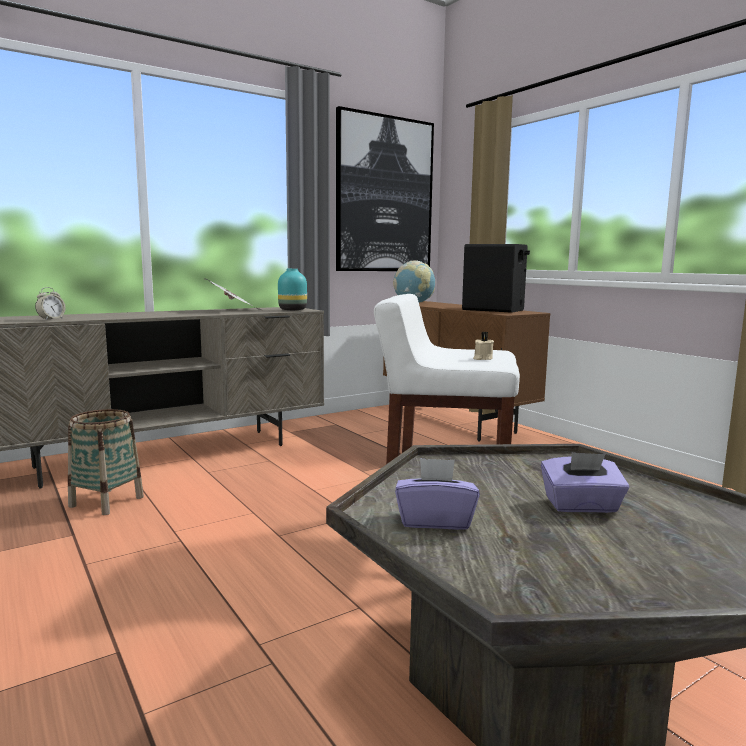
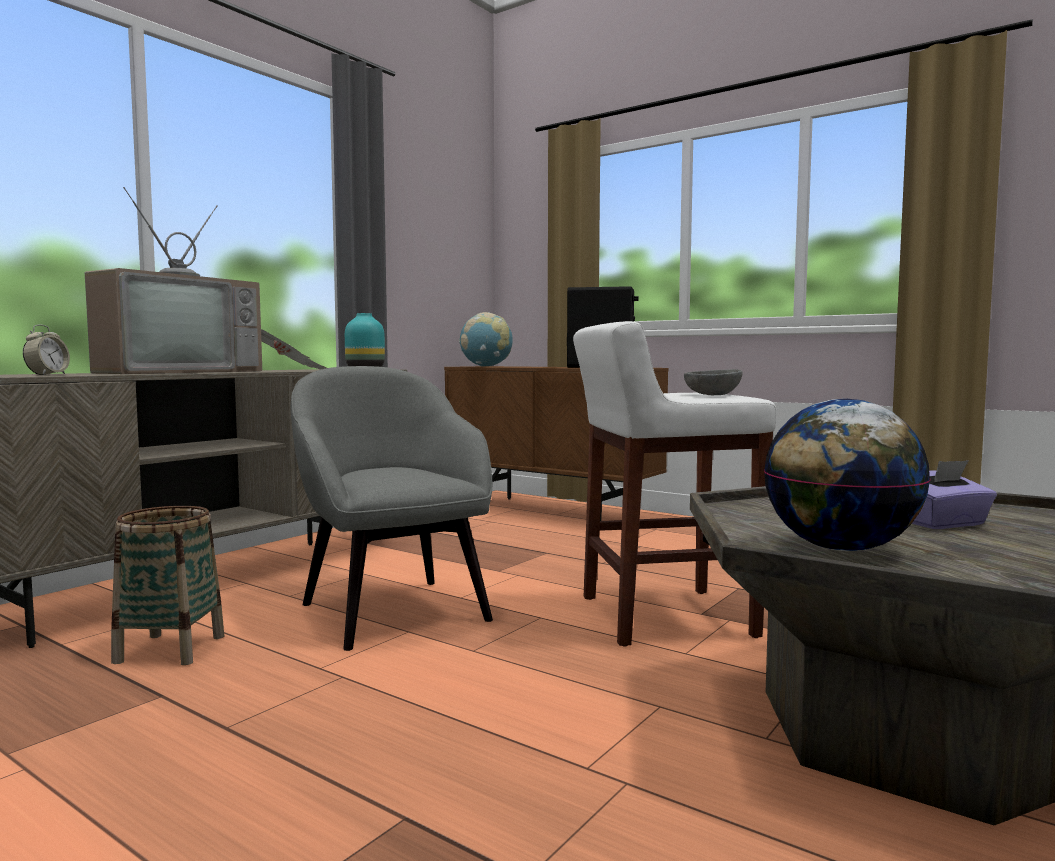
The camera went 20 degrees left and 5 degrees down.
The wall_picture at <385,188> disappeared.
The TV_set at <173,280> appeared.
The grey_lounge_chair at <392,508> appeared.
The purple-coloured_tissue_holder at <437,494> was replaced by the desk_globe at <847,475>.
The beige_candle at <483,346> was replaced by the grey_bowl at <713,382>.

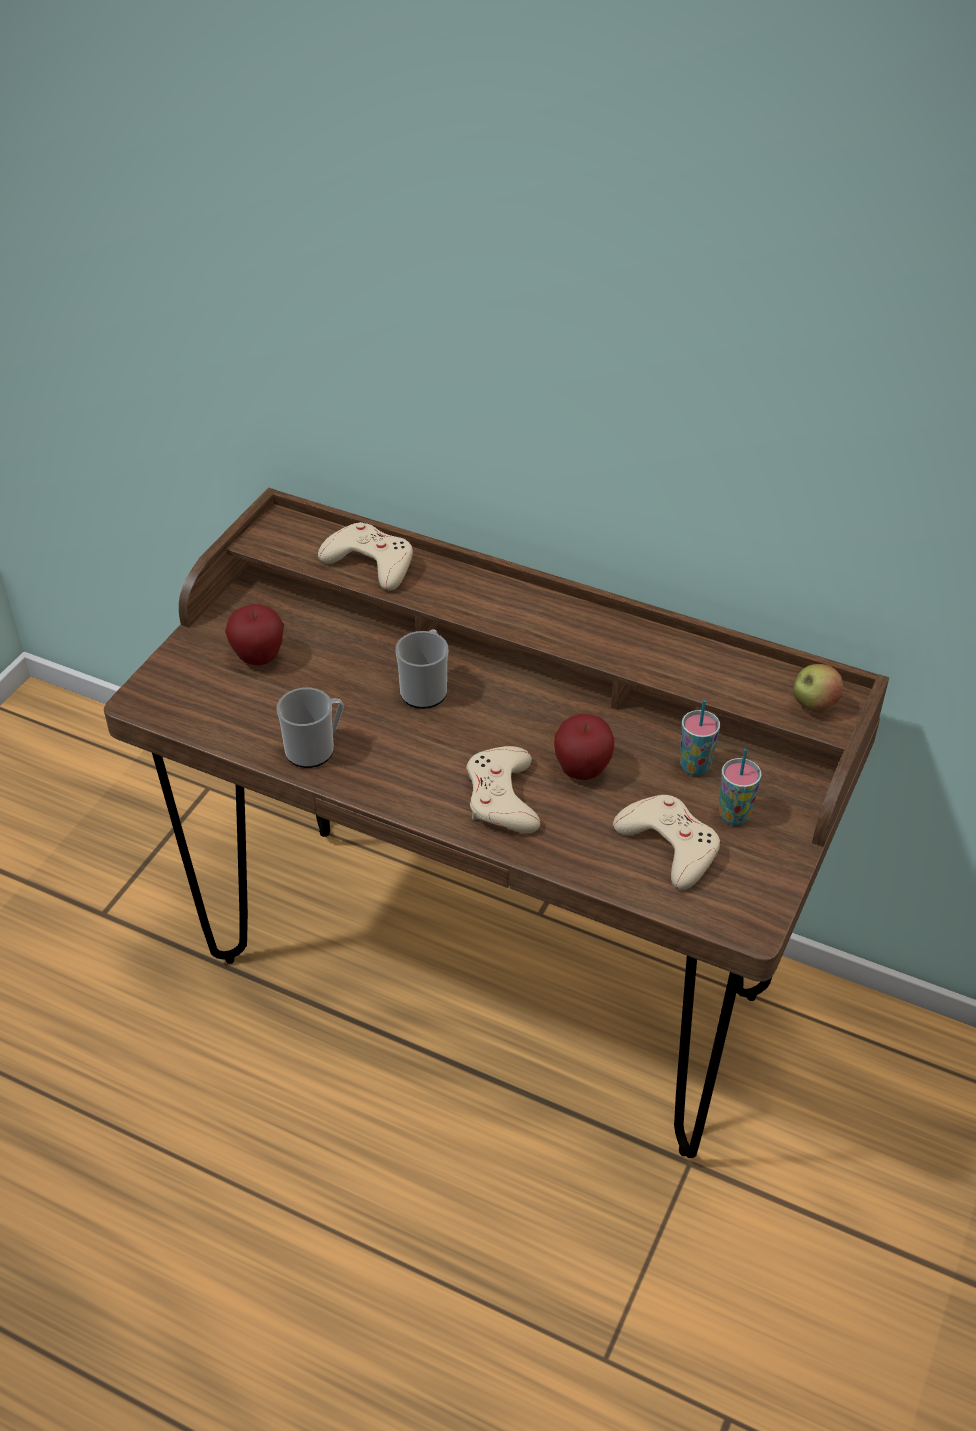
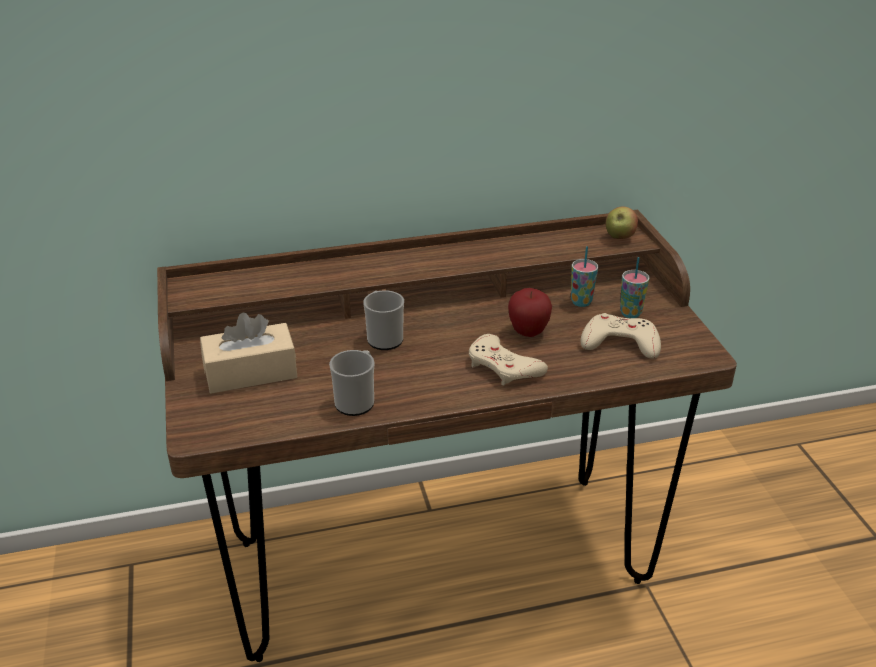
The camera went 40 degrees left and 10 degrees down.
The beige_game_controller at <365,556> disappeared.
The apple at <254,634> was replaced by the beige_tissue_holder at <248,353>.

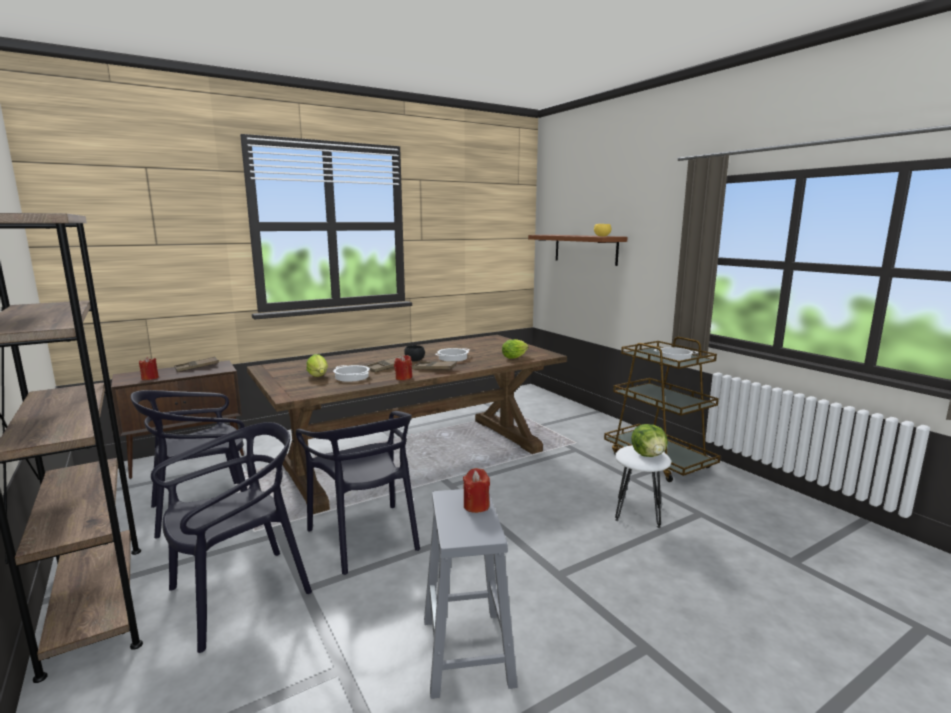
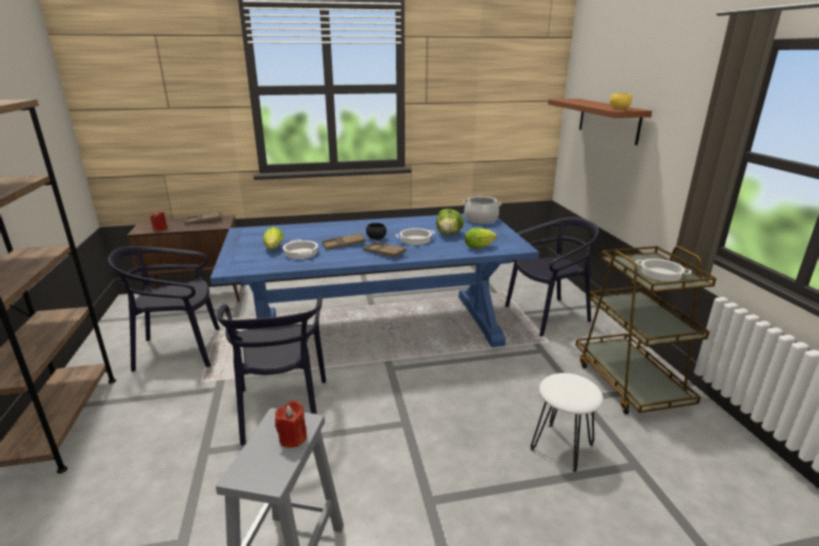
The camera went 20 degrees right and 10 degrees up.
The reddish_candle at <403,367> disappeared.
The stockpot at <482,210> appeared.
The black-coloured_upright_chair moved from <231,537> to <552,276>.
The lettuce_head moved from <649,440> to <450,222>.
The brownish_dining_table at <407,424> became the bluish_dining_table at <374,294>.

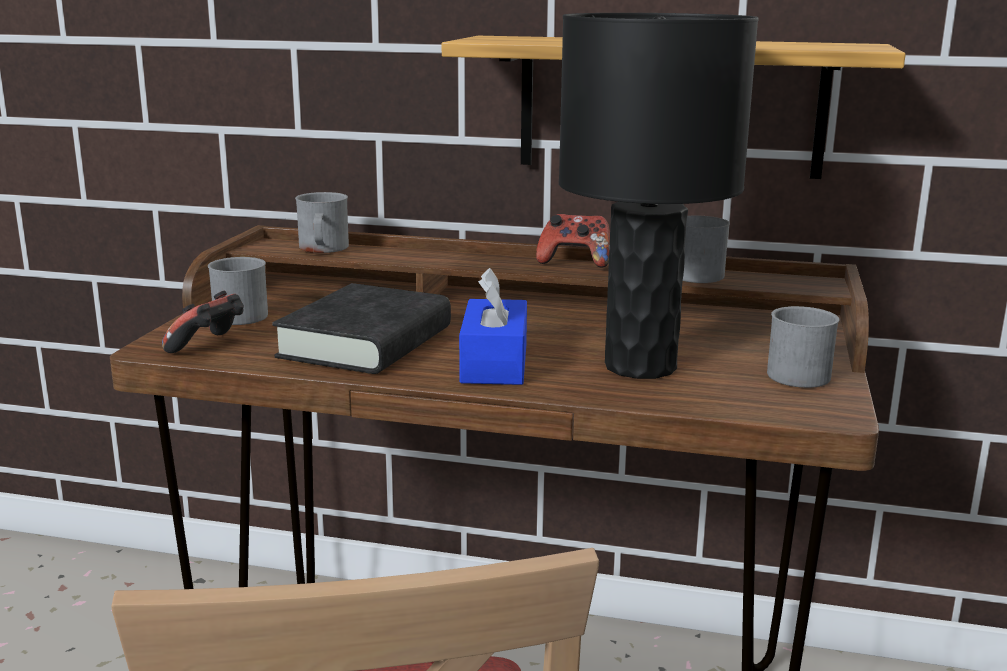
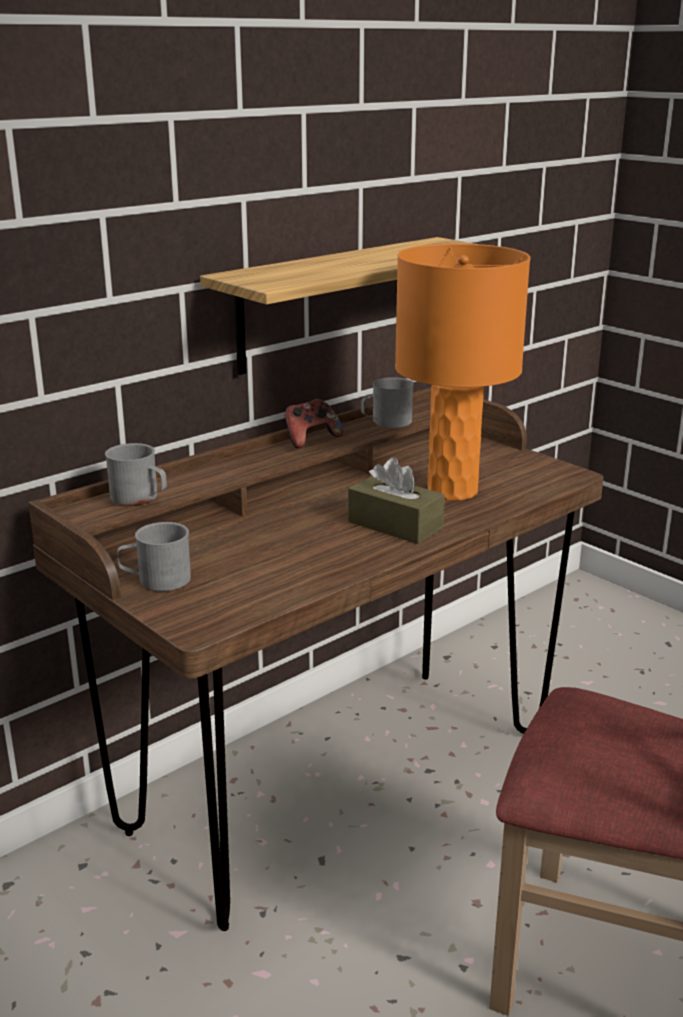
The camera went 55 degrees left and 5 degrees up.
The game_controller at <203,322> disappeared.
The black-coloured_volume at <361,328> disappeared.
The grey_tea_mug at <803,347> disappeared.
The bluish_tissue_holder at <493,326> became the brownish_tissue_holder at <396,500>.
The black-coloured_tabletop_lamp at <659,196> became the orangey_tabletop_lamp at <462,372>.

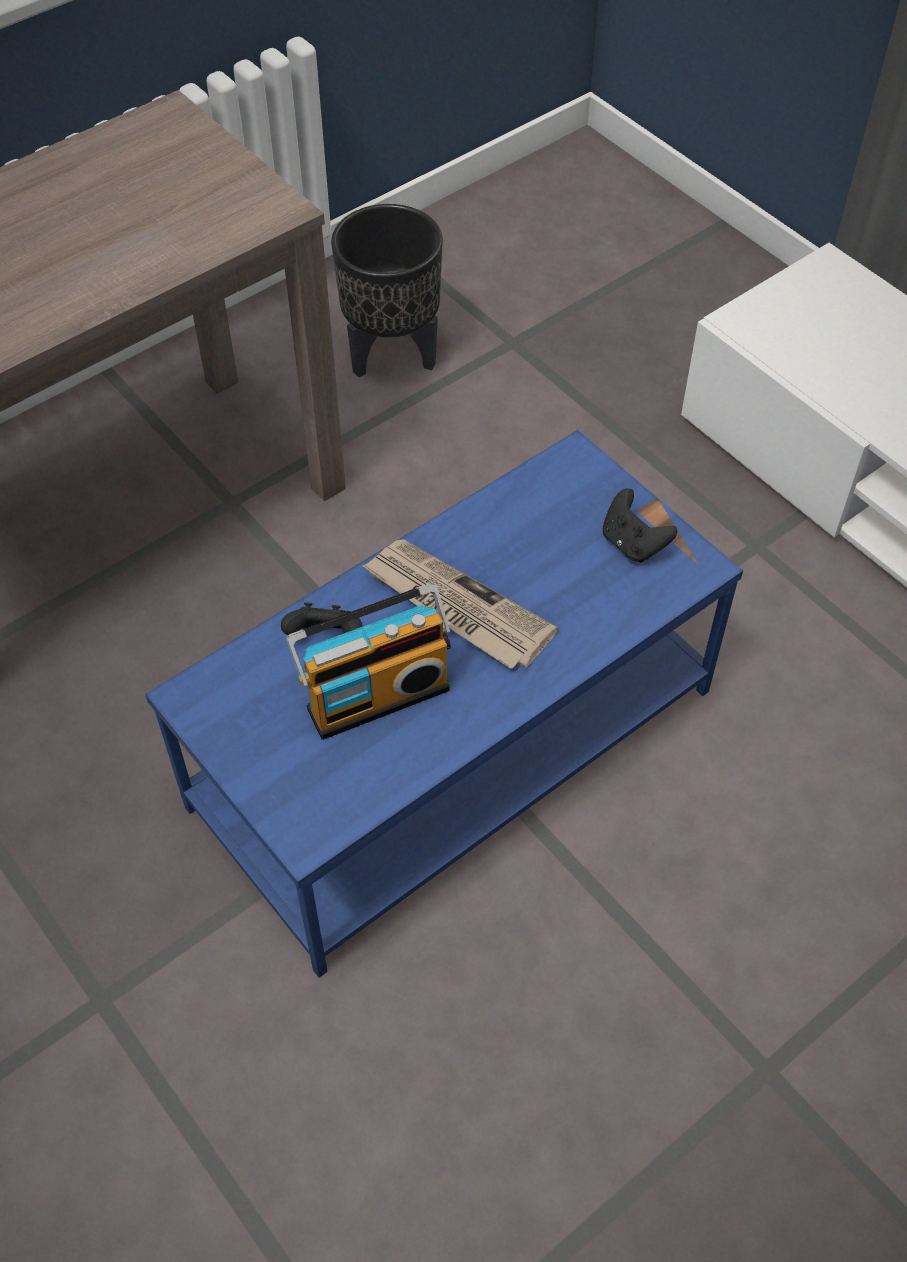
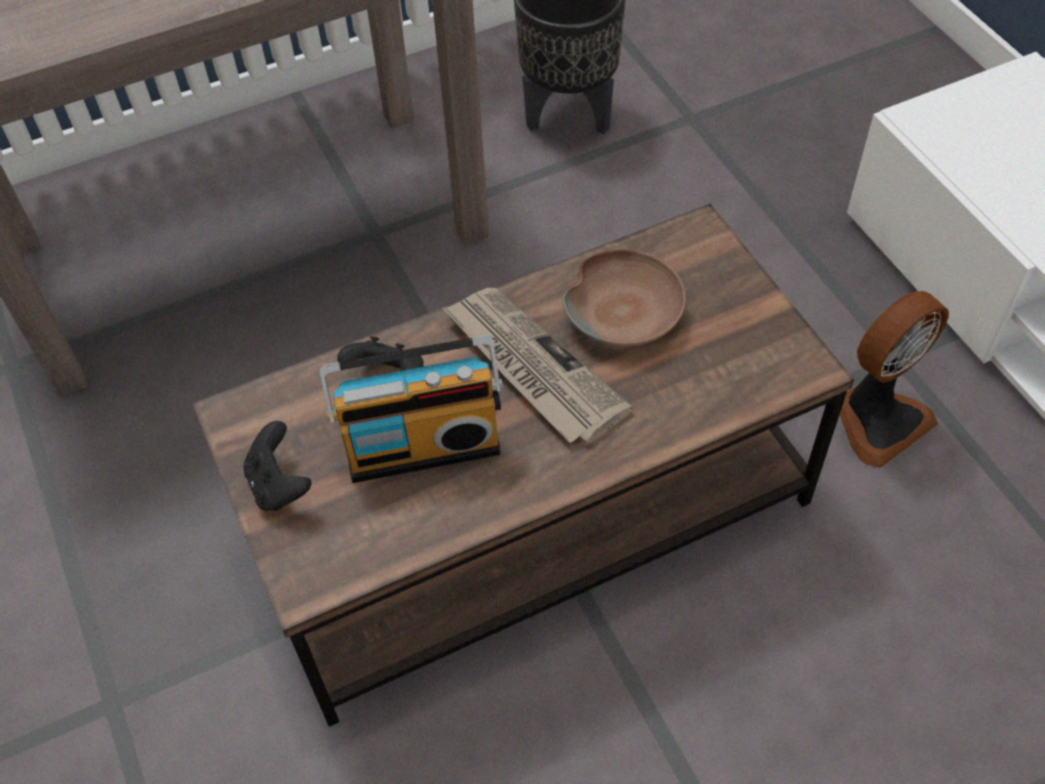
The camera went 15 degrees right and 0 degrees up.
The brownish_bowl at <624,298> appeared.
The electric_fan at <894,379> appeared.
The black-coloured_game_controller moved from <640,525> to <277,466>.
The bluish_lounge_table at <444,704> became the brownish_lounge_table at <523,465>.

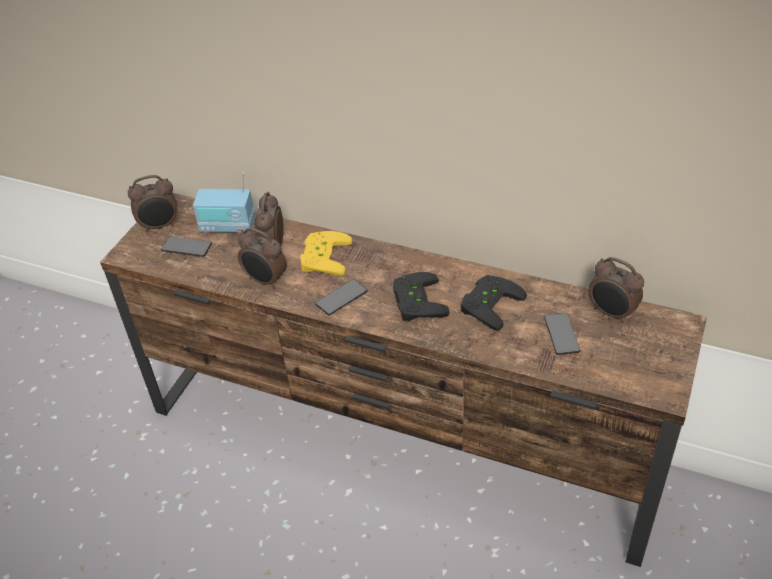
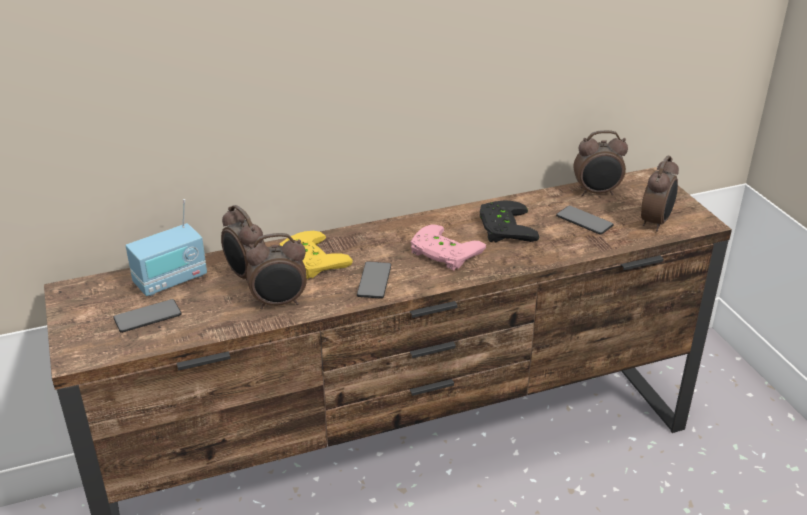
The camera went 45 degrees left and 10 degrees down.
The bedside_clock moved from <152,204> to <660,193>.
The black-coloured_game_controller at <421,296> became the pinkish_game_controller at <448,247>.

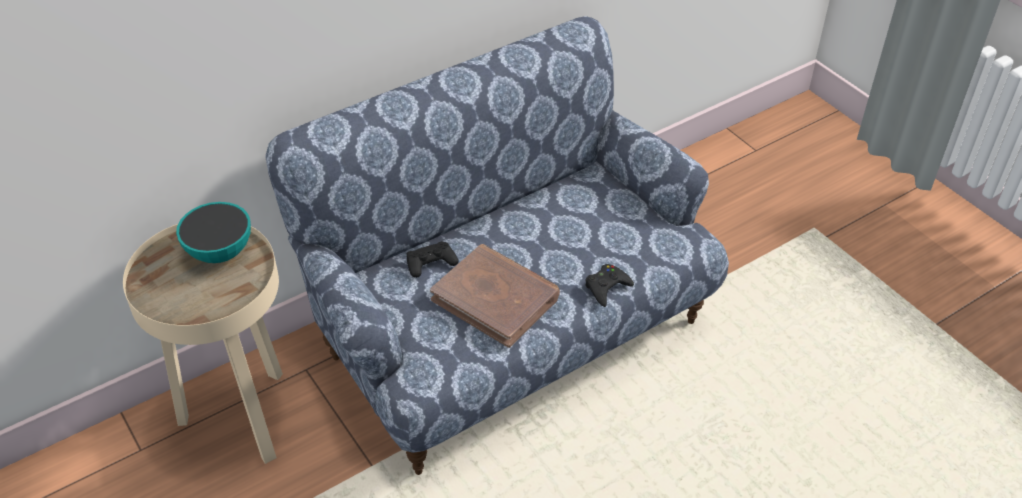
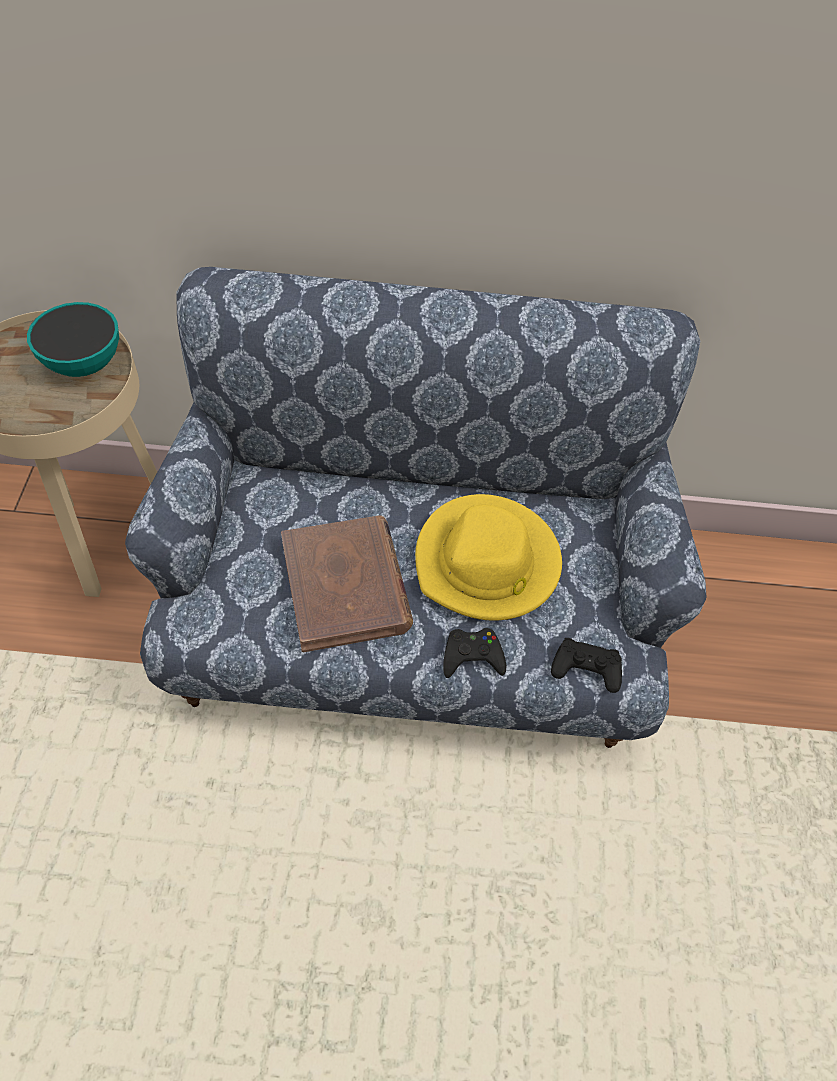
The camera went 35 degrees right and 10 degrees up.
The yellowish_wearable_hat at <488,557> appeared.
The black-coloured_game_controller moved from <432,259> to <586,665>.

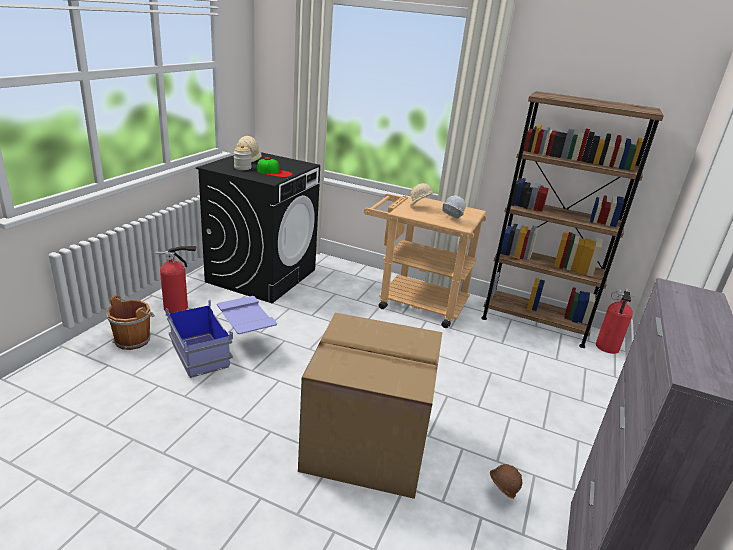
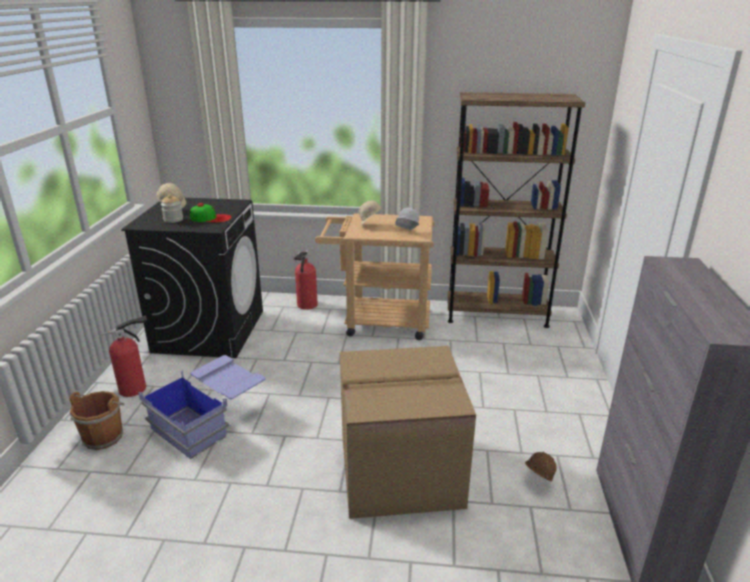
The camera went 15 degrees left and 0 degrees up.
The extinguisher moved from <615,321> to <305,280>.

